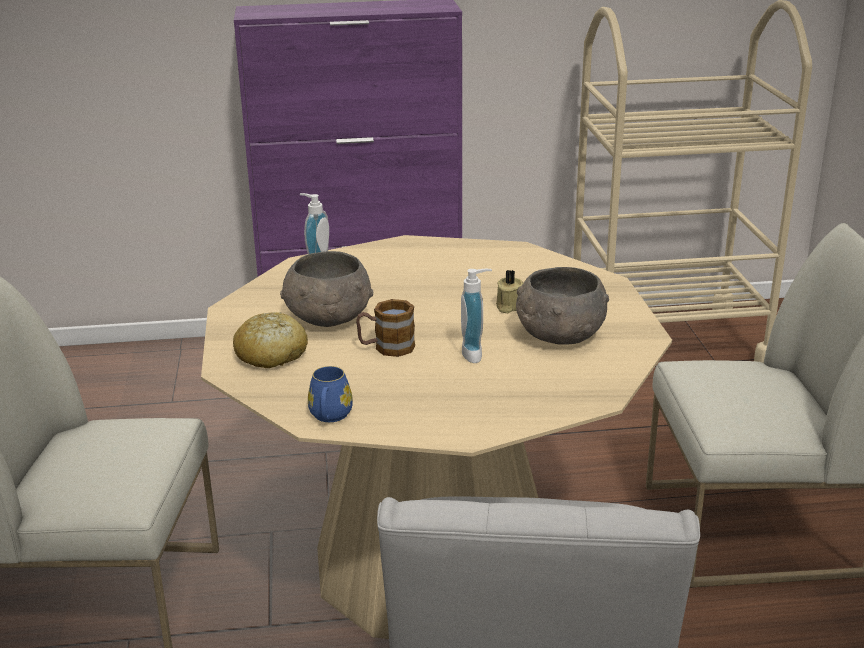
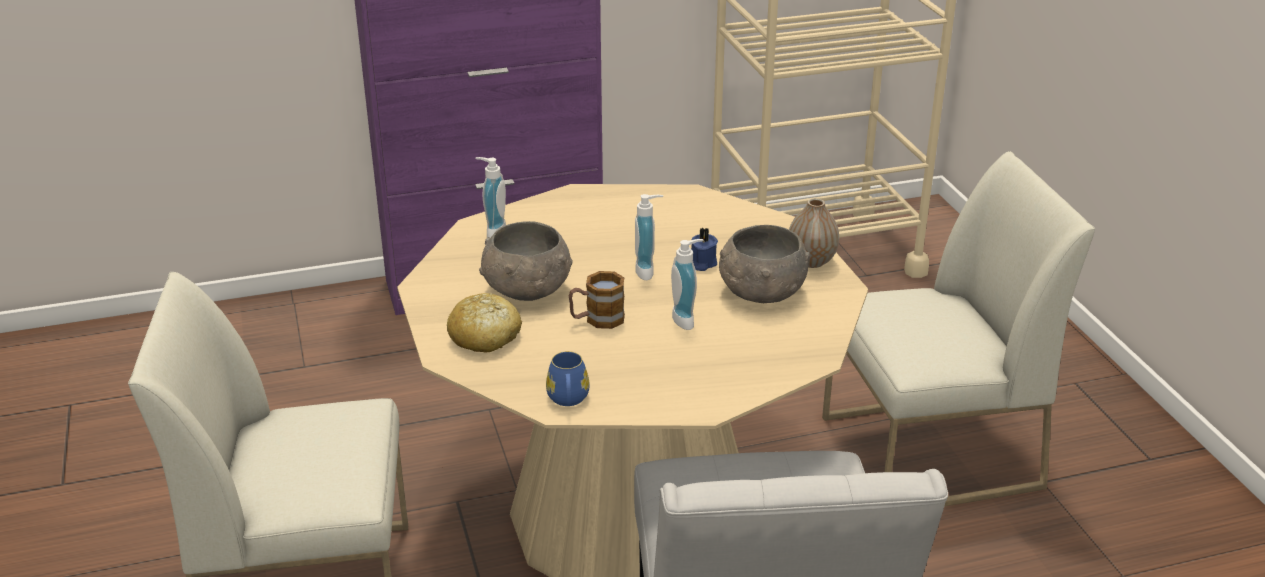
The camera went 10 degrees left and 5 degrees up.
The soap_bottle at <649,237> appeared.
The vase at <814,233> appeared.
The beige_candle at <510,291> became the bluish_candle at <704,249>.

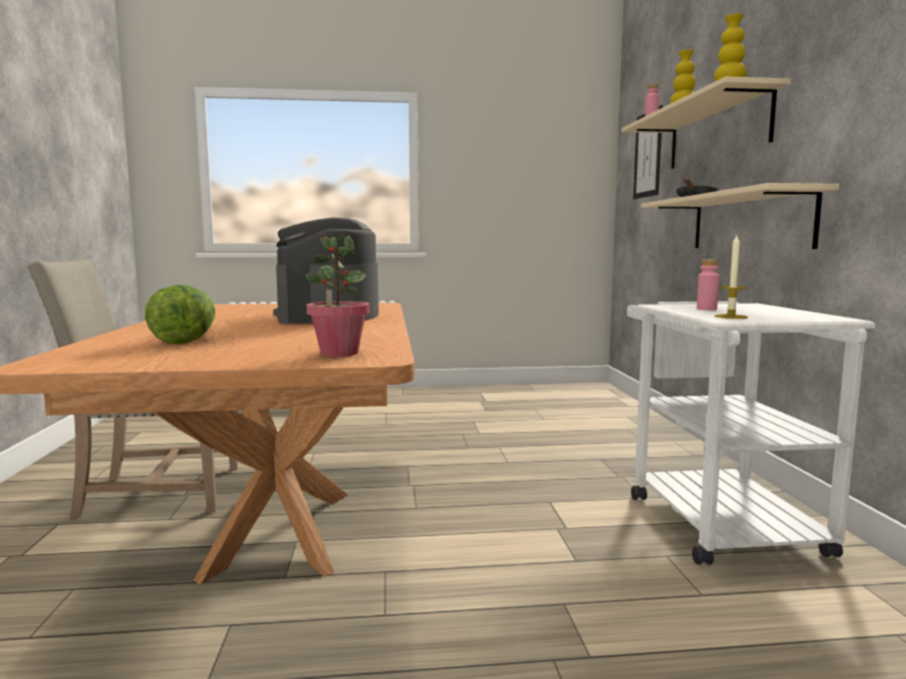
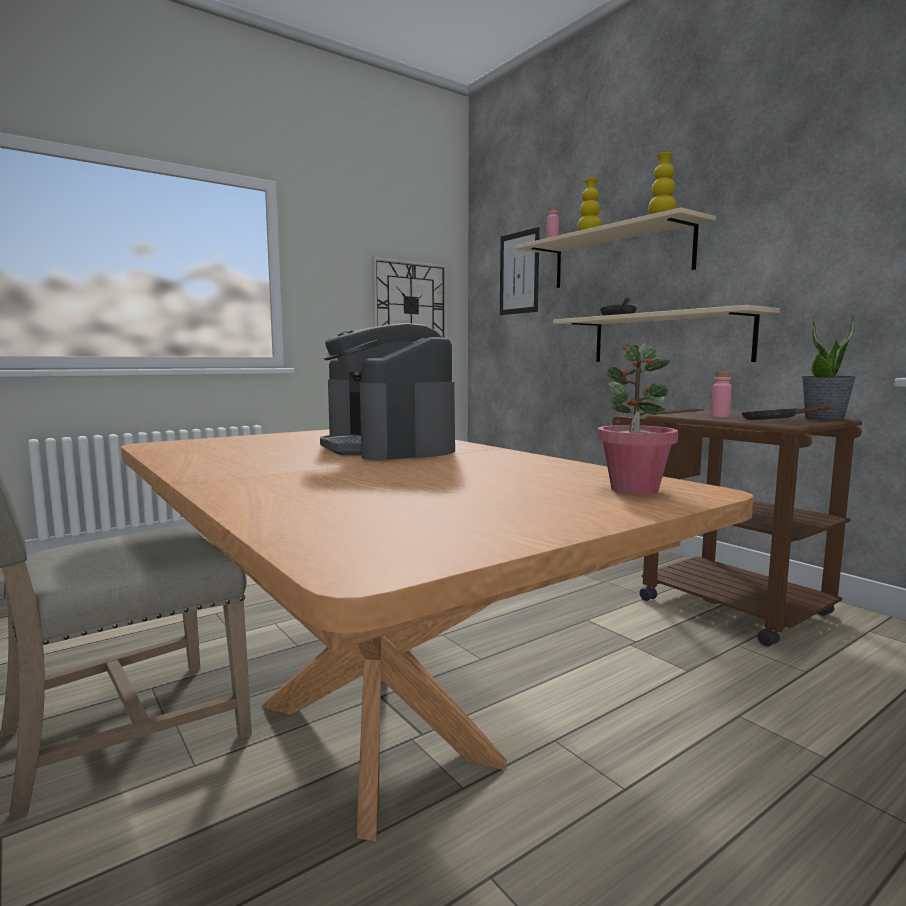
The camera went 30 degrees left and 0 degrees up.
The lettuce_head at <180,314> disappeared.
The hanging_clock at <409,297> appeared.
The houseplant at <828,368> appeared.
The candle at <731,277> was replaced by the black-coloured_frying_pan at <787,412>.
The white-coloured_trolley at <751,433> became the brownish_trolley at <737,527>.

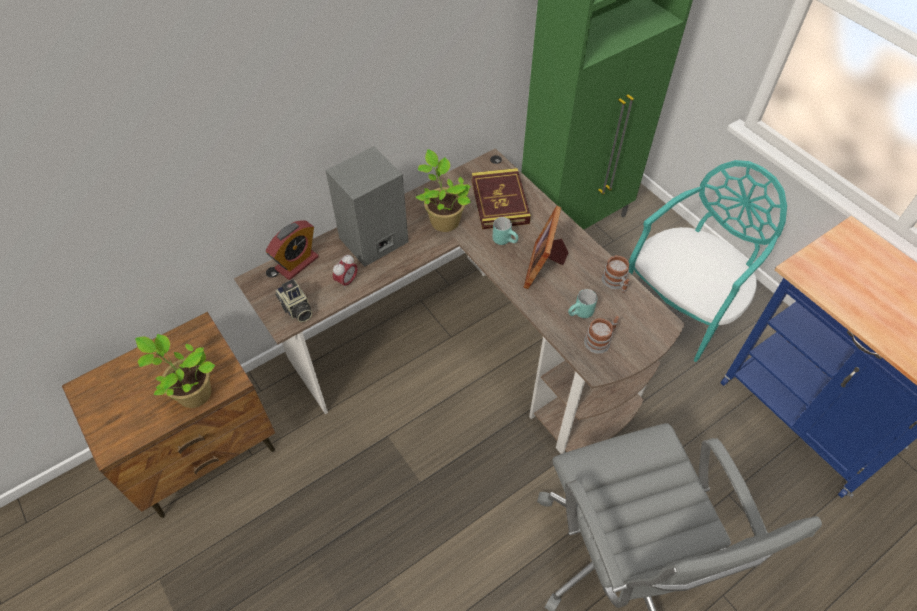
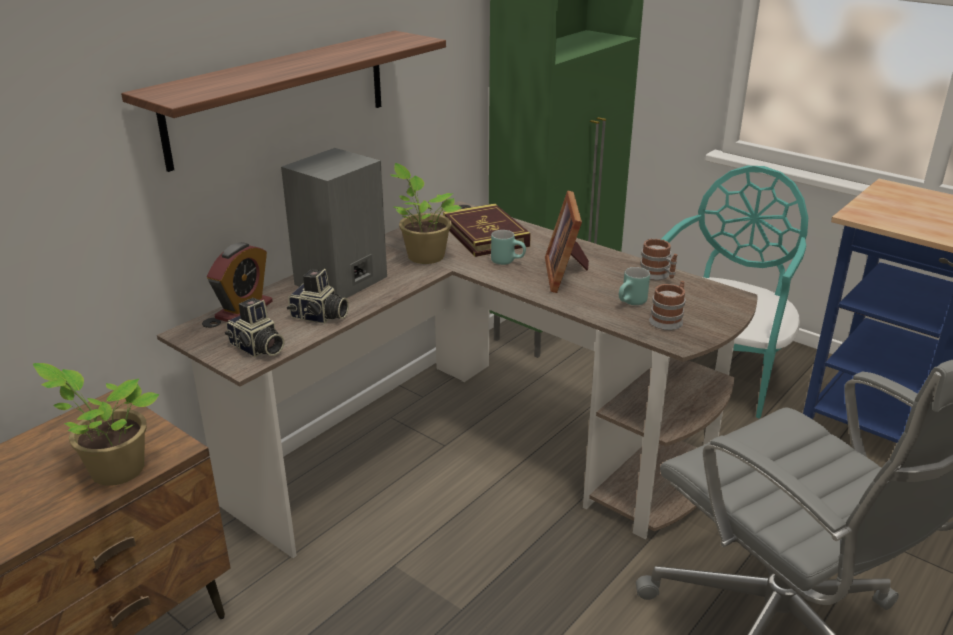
The camera went 15 degrees left and 25 degrees down.
The shelf at <283,101> appeared.
The bedside_clock at <345,272> was replaced by the photo_camera at <318,296>.

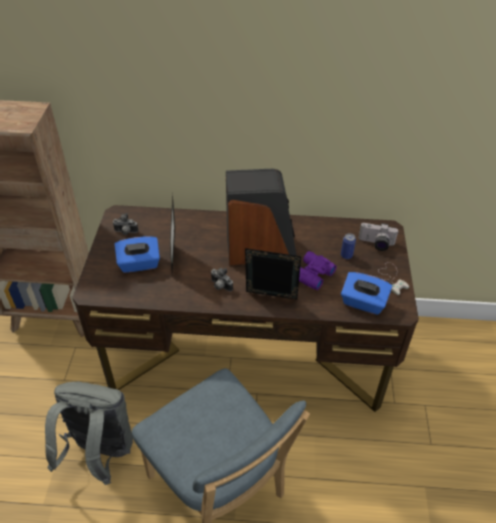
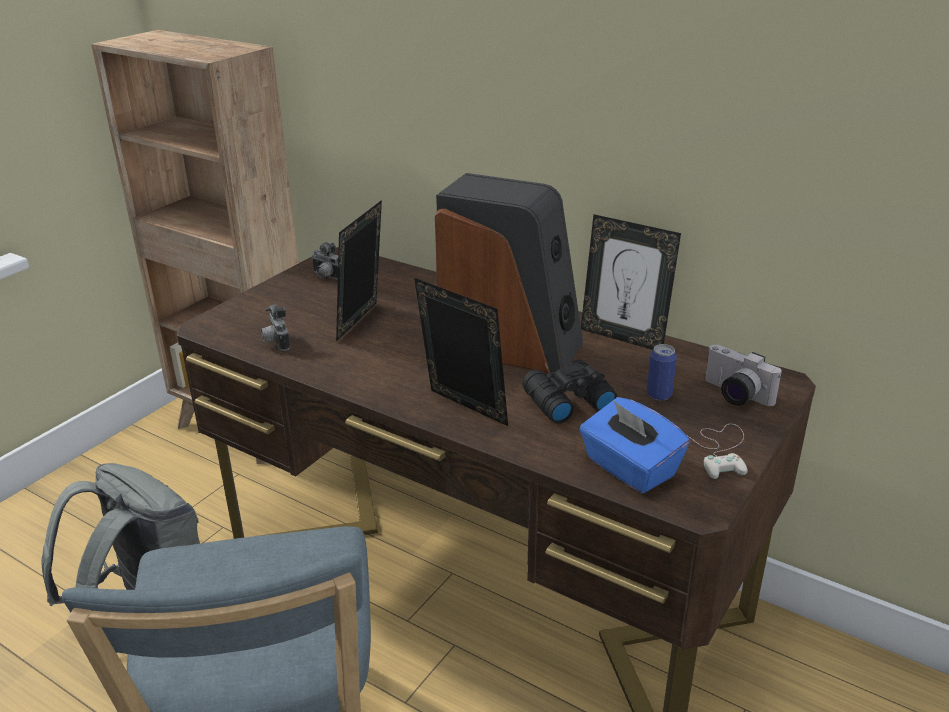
The camera went 30 degrees right and 15 degrees down.
The bluish_tissue_holder at <137,254> disappeared.
The photo_frame at <631,282> appeared.
The photo_camera moved from <221,280> to <275,327>.
The purple-coloured_field_glasses at <318,270> became the black-coloured_field_glasses at <569,392>.

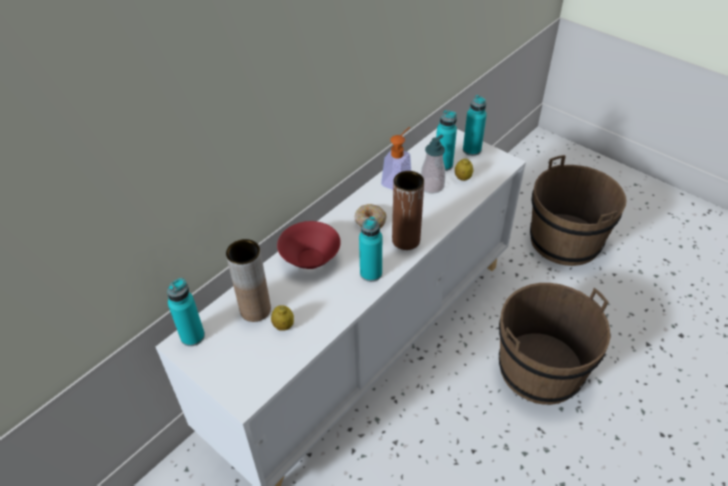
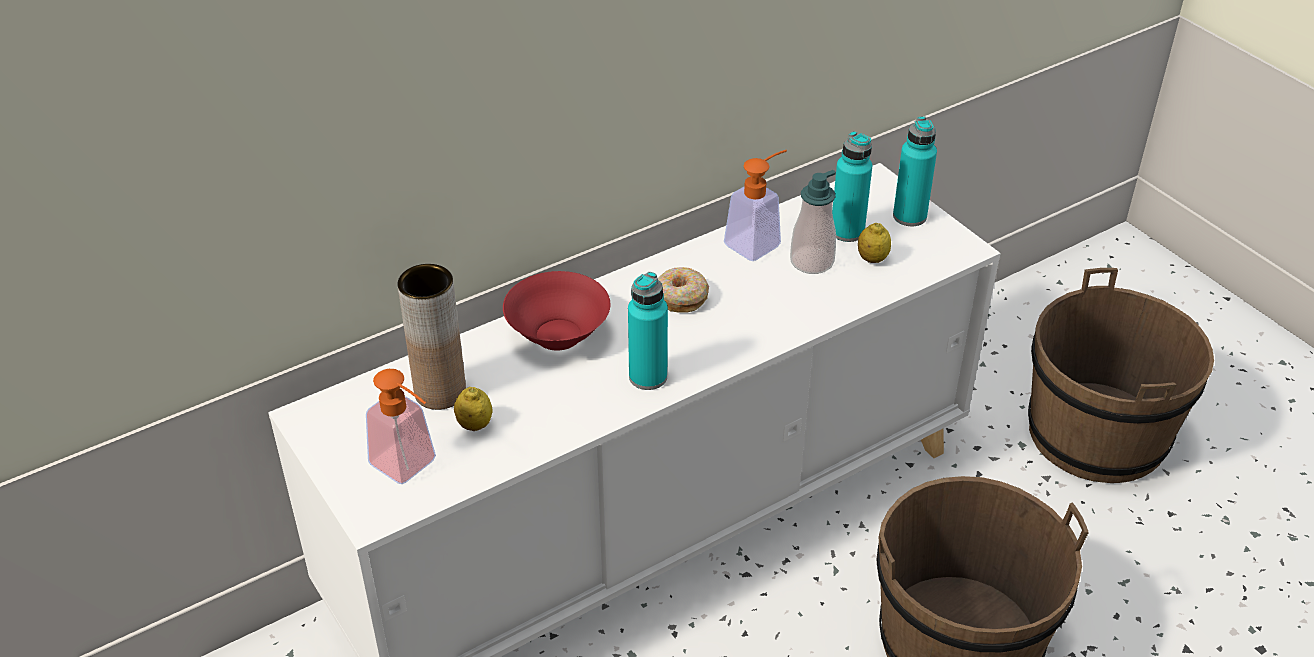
The camera went 15 degrees right and 5 degrees down.
The turquoise_bottle at <186,312> disappeared.
The brownish_vase at <408,210> disappeared.
The soap_bottle at <401,426> appeared.

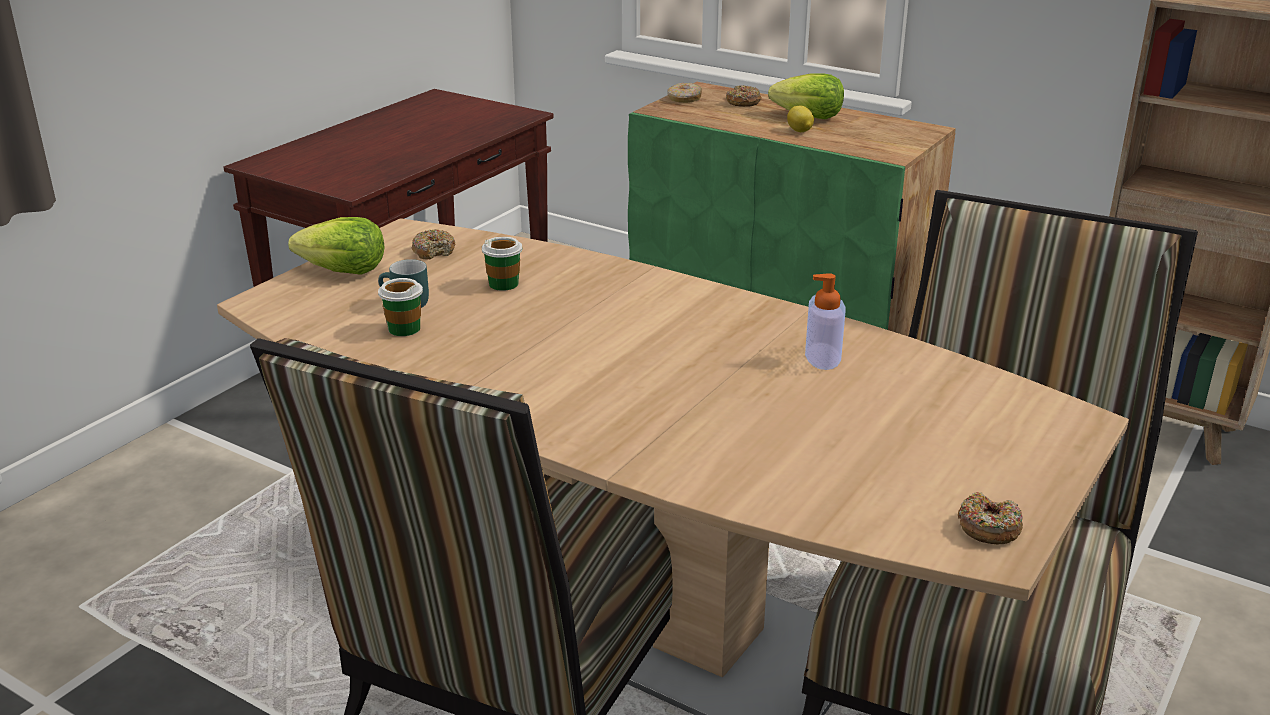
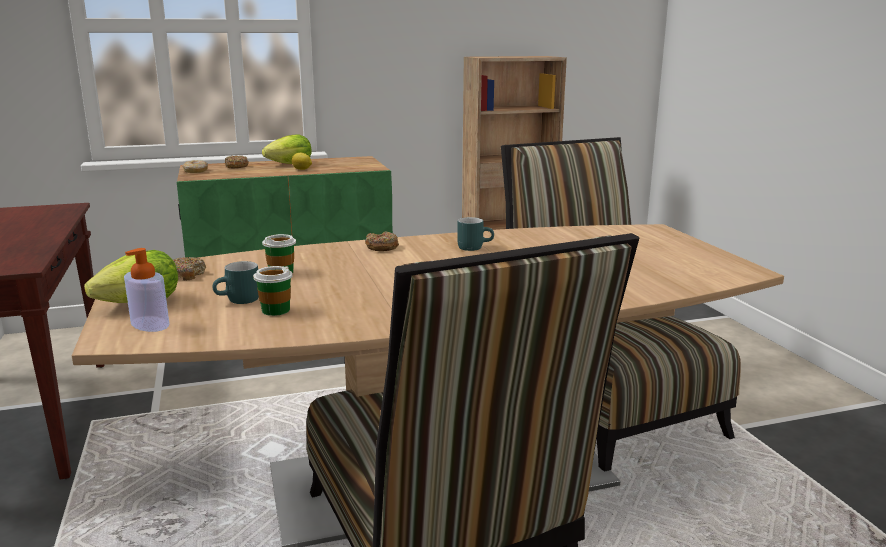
The camera went 50 degrees left and 10 degrees down.
The turquoise_tea_mug at <475,234> appeared.
The soap_bottle moved from <825,321> to <146,290>.
The doughnut moved from <990,518> to <382,241>.

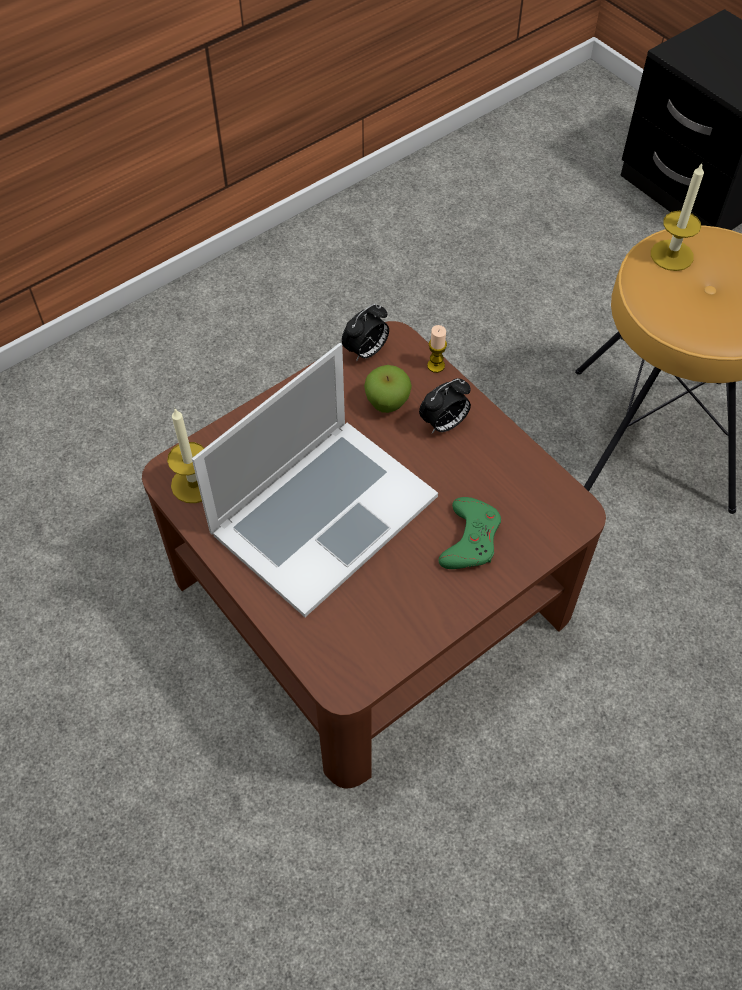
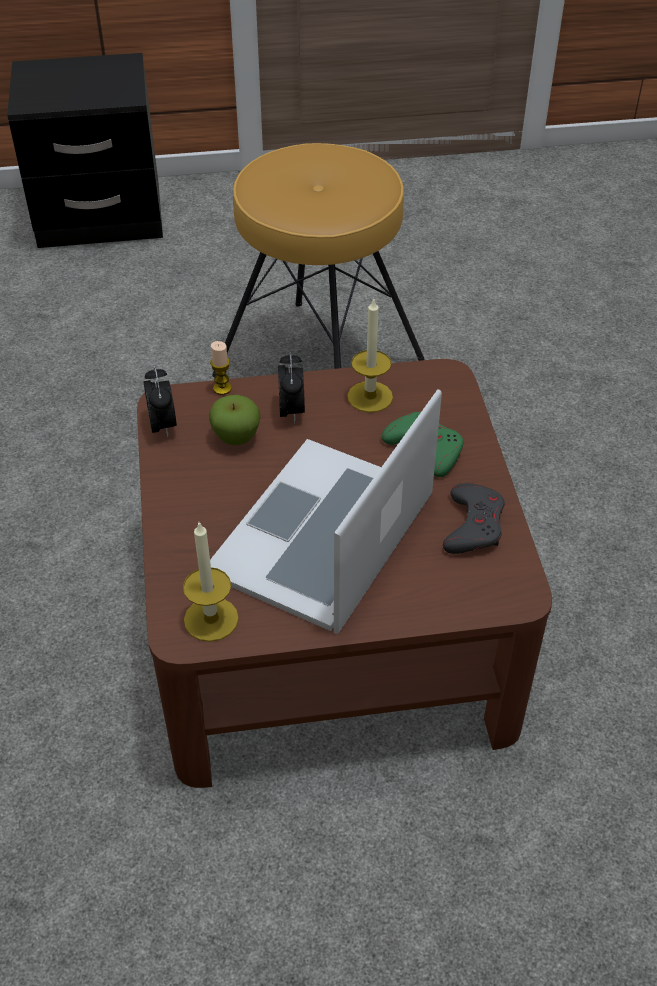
The camera went 60 degrees left and 10 degrees down.
The grey_game_controller at <474,518> appeared.
The candle moved from <677,217> to <370,355>.
The notebook_computer at <315,480> turned 135 degrees counterclockwise.

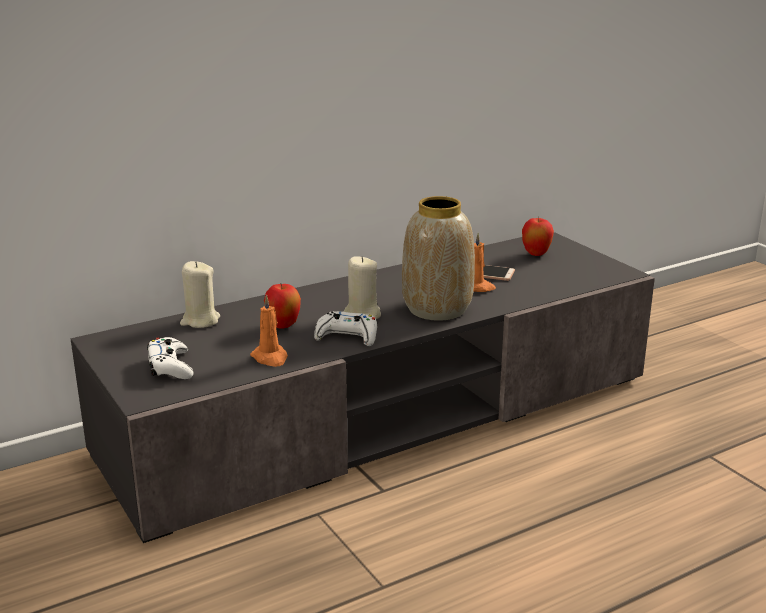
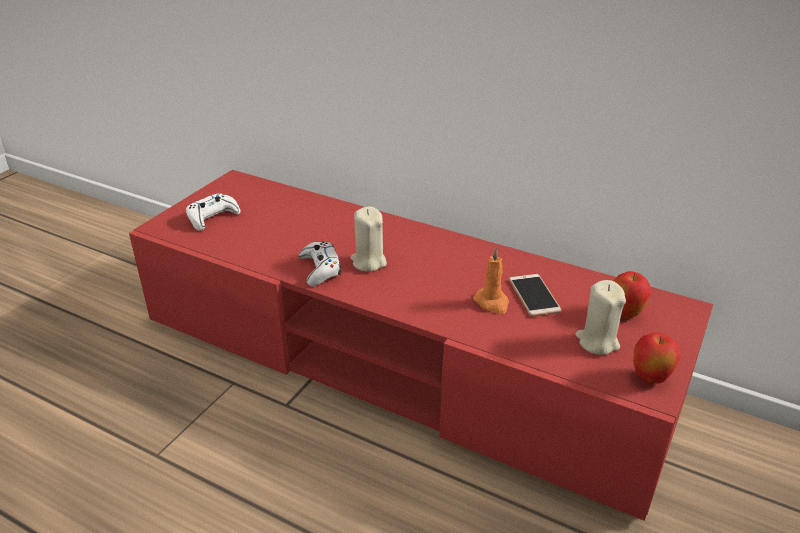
The camera went 60 degrees right and 10 degrees up.
The orangey_candle at <269,330> disappeared.
The vase at <438,258> disappeared.
The beige_candle moved from <200,294> to <600,317>.
The apple moved from <282,306> to <656,357>.
The grey_tv_stand at <363,387> became the reddish_tv_stand at <421,345>.

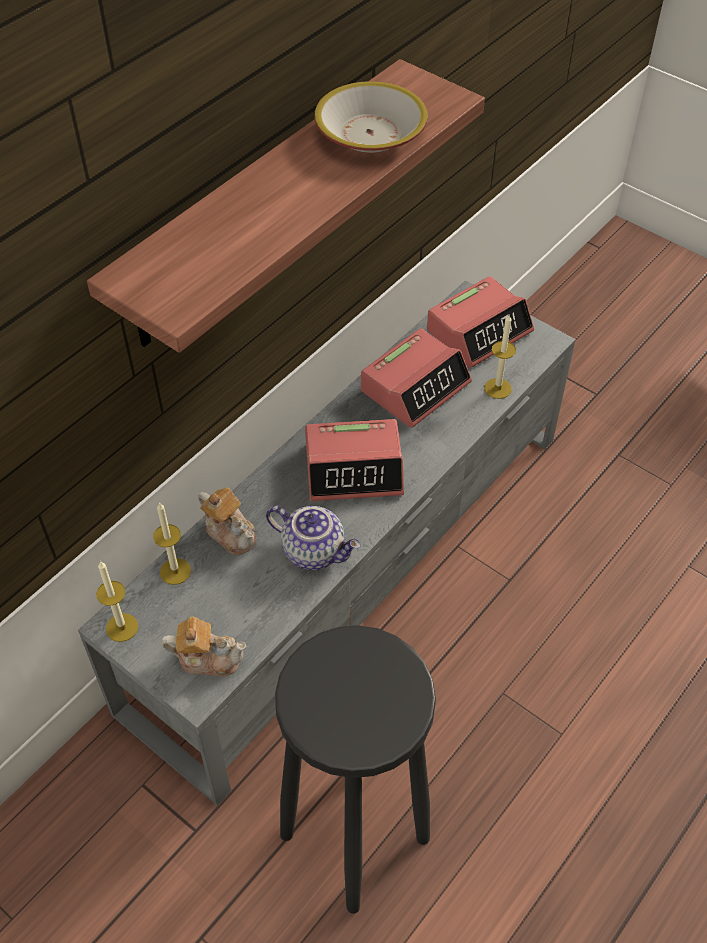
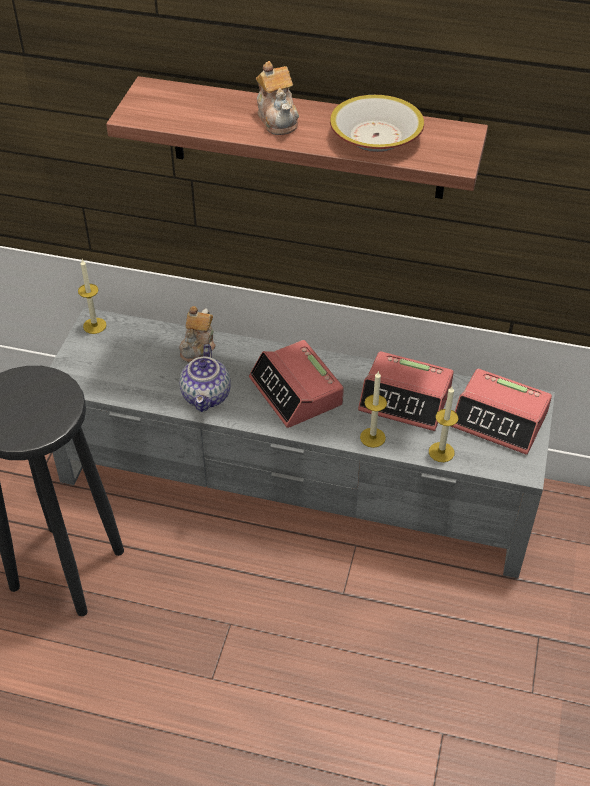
The camera went 65 degrees right and 5 degrees down.
The candle moved from <172,543> to <373,410>.
The pot_for_tea moved from <204,646> to <277,98>.

